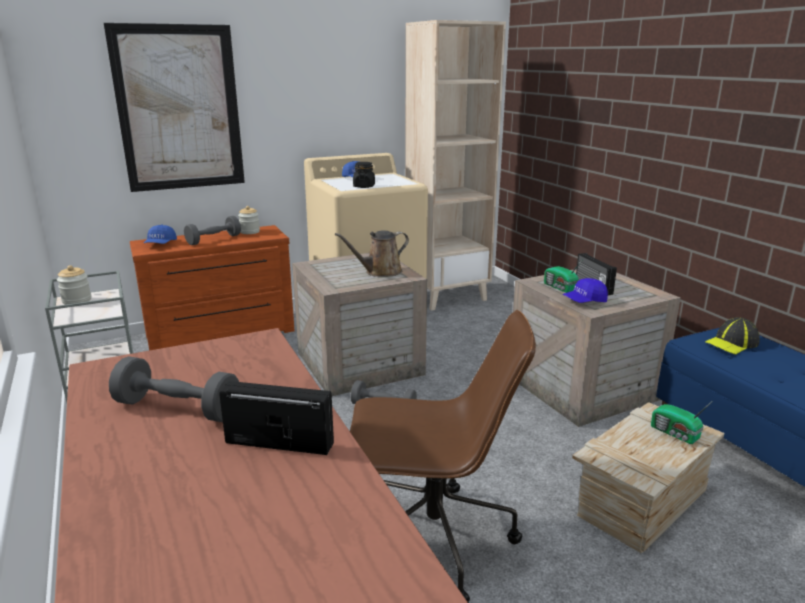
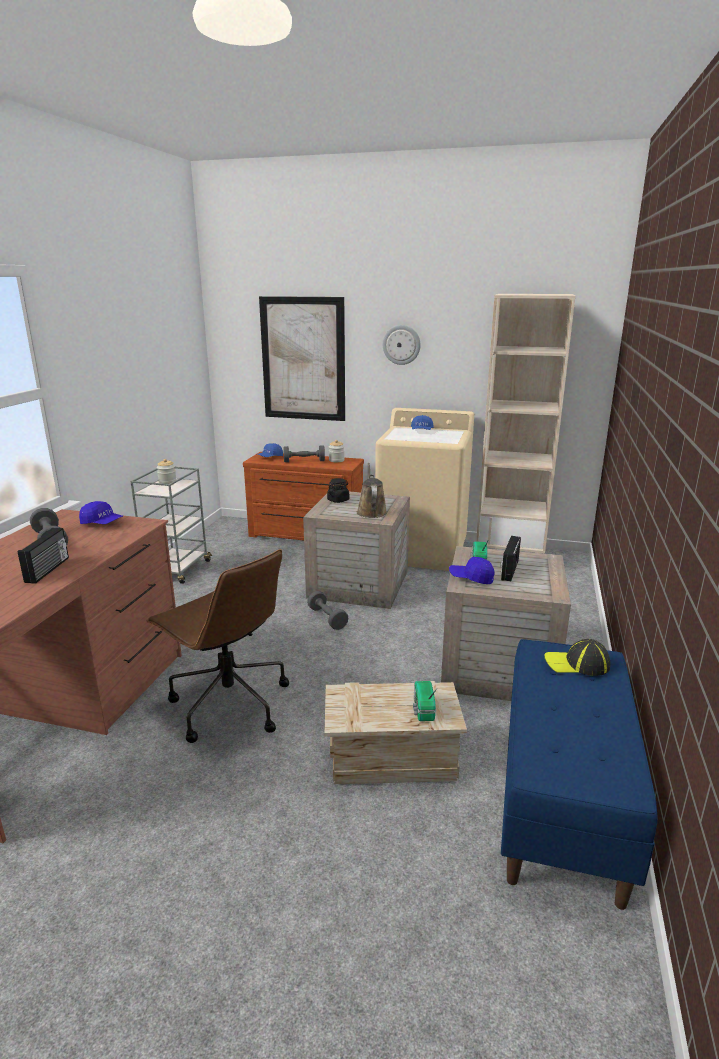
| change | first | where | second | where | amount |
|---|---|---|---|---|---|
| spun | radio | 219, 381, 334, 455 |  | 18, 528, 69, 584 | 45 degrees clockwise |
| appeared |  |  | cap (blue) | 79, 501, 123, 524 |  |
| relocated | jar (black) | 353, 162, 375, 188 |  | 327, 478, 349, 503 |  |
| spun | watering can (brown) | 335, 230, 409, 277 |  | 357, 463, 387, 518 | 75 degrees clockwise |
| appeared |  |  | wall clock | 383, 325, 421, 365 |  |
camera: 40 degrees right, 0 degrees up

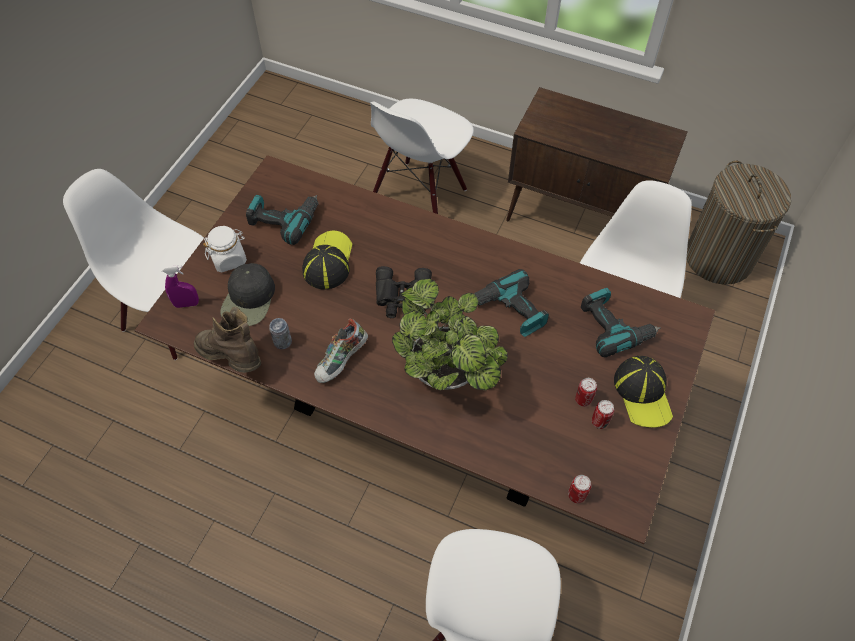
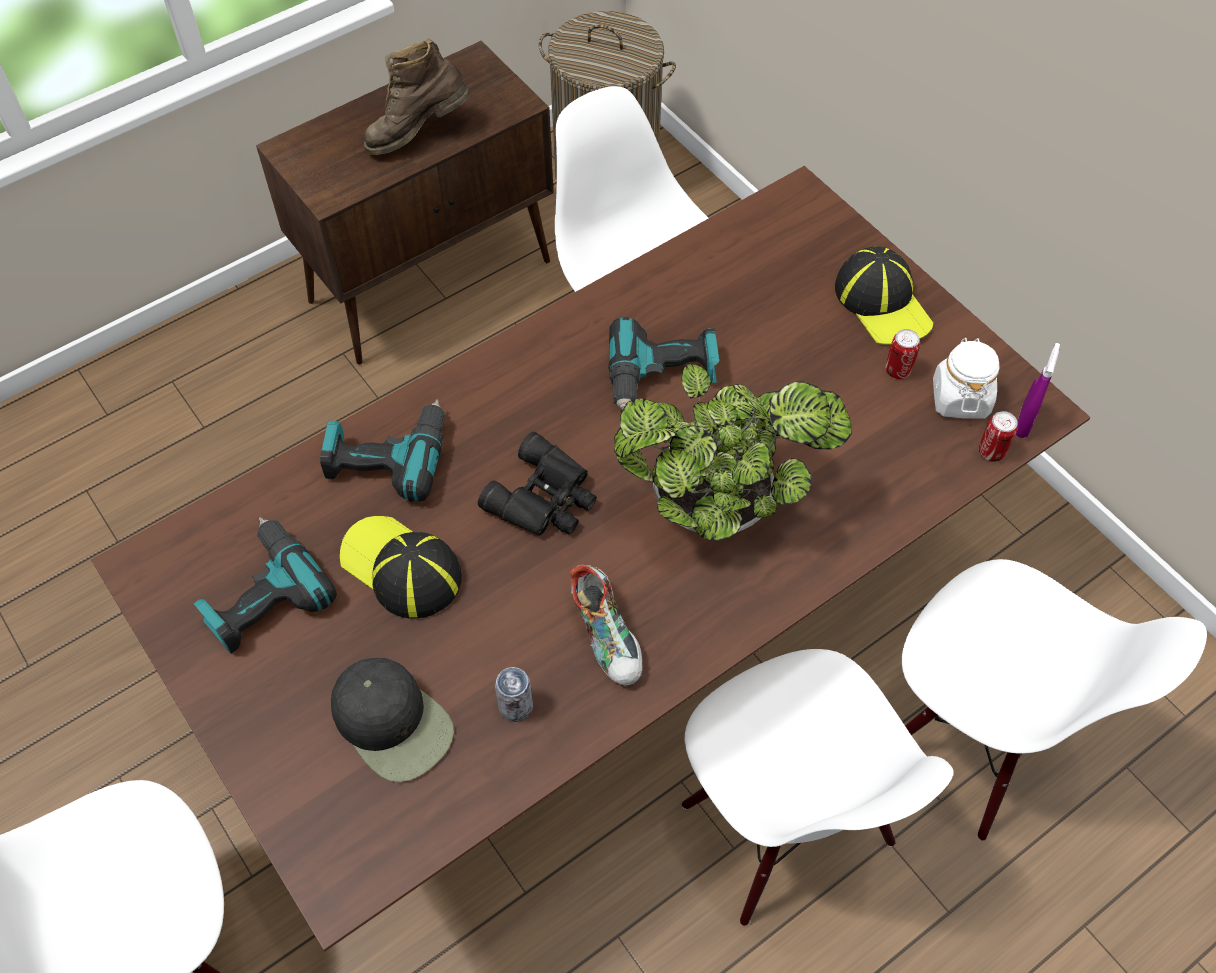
| change | first | where | second | where | amount |
|---|---|---|---|---|---|
| relocated | power drill | 581, 288, 661, 357 |  | 320, 399, 445, 502 |  |
| relocated | boot (brown) | 194, 307, 261, 373 |  | 364, 39, 470, 155 |  |
| relocated | chair (white) | 370, 99, 474, 214 |  | 682, 649, 954, 926 |  |
| spun | cap | 614, 356, 673, 428 |  | 835, 246, 933, 345 | 45 degrees clockwise |
| relocated | jar (white) | 203, 226, 247, 272 |  | 933, 338, 1000, 419 |  |
| relocated | spray bottle (purple) | 162, 265, 199, 308 |  | 1016, 343, 1060, 438 |  |
| missing | can | 575, 378, 597, 407 |  |  |  |
camera: 60 degrees left, 0 degrees up

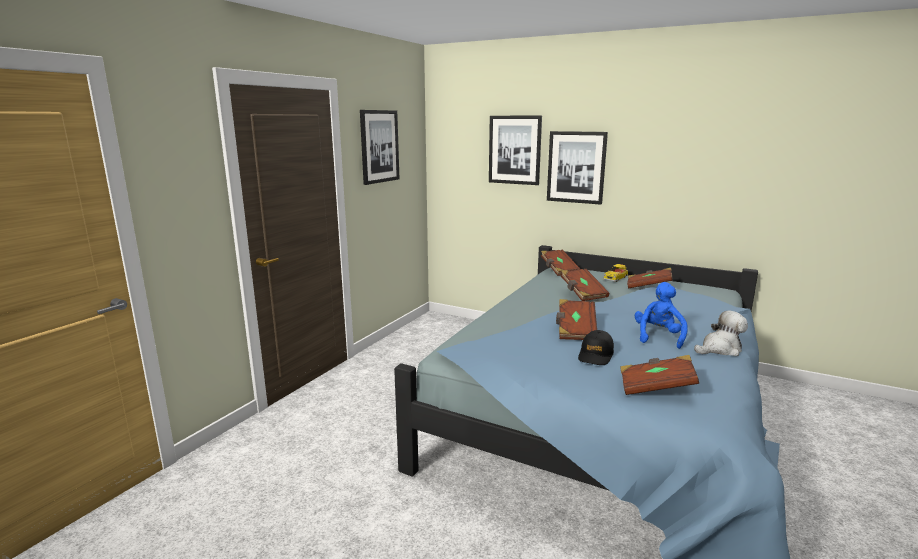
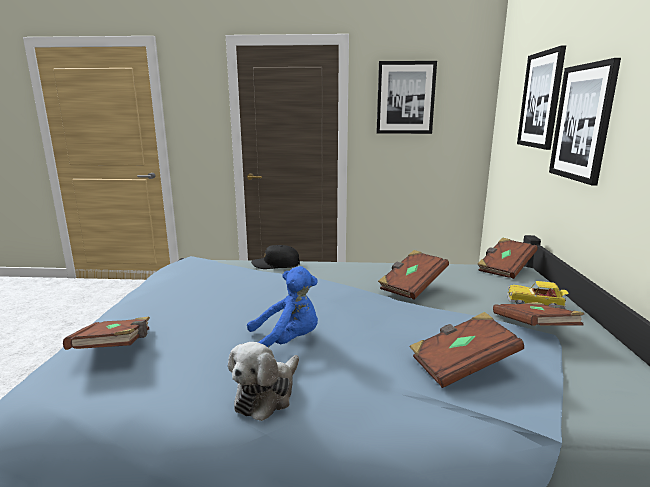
| change | first | where | second | where | amount |
|---|---|---|---|---|---|
| spun | plush toy | 694, 311, 748, 356 |  | 228, 342, 299, 421 | 75 degrees clockwise |
| relocated | cap (black) | 578, 330, 614, 365 |  | 251, 245, 300, 269 |  |
| relocated | book (brown) | 556, 299, 597, 340 |  | 409, 312, 524, 388 |  |
camera: 65 degrees right, 0 degrees up

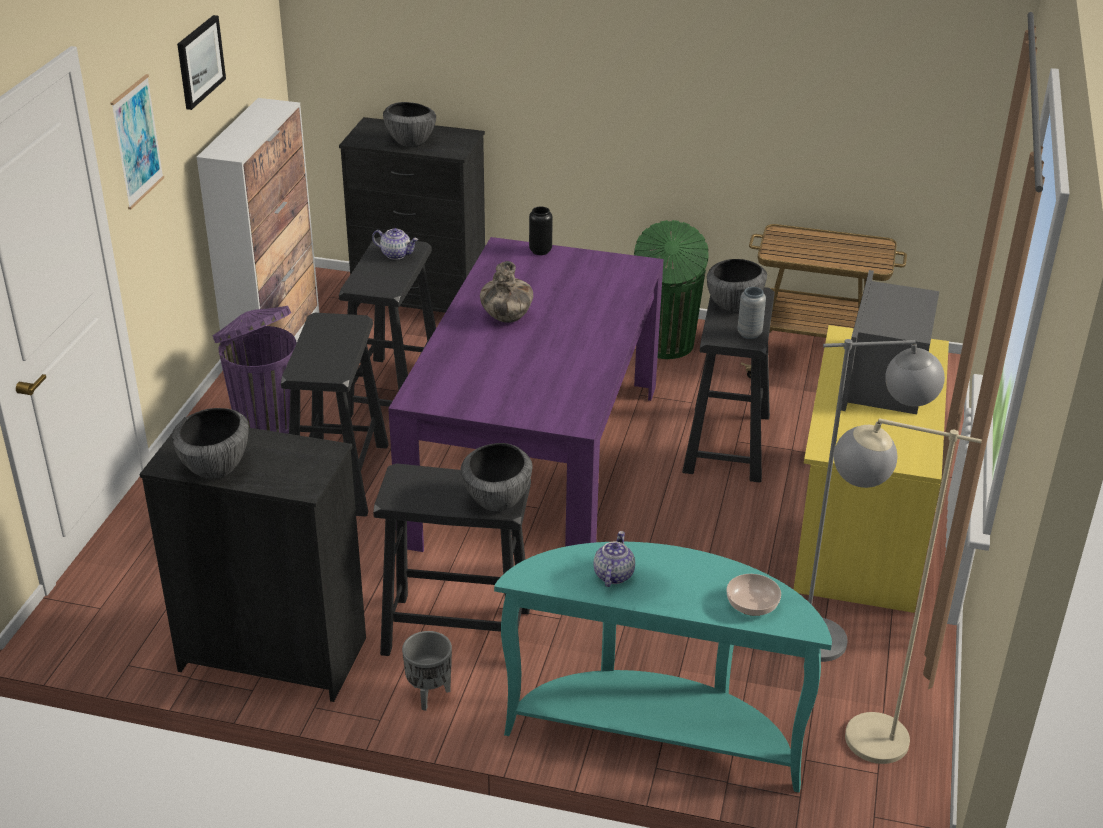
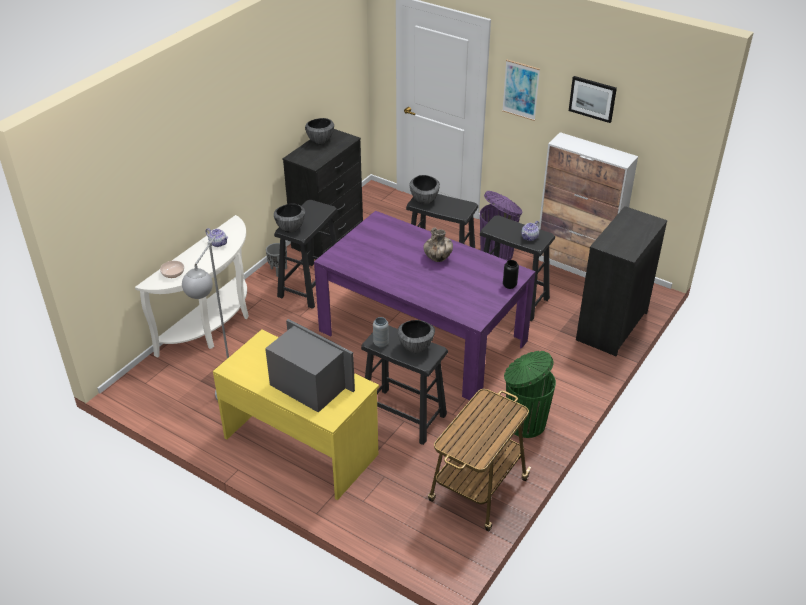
| change | first | where | second | where | amount |
|---|---|---|---|---|---|
| colour | console table (turquoise) | 494, 542, 832, 793 | console table (white) | 135, 215, 249, 357 |  |
| relocated | bowl | 383, 102, 436, 147 |  | 409, 175, 440, 204 |  |
| missing | floor lamp (beige) | 834, 418, 982, 764 |  |  |  |
camera: 110 degrees right, 5 degrees up

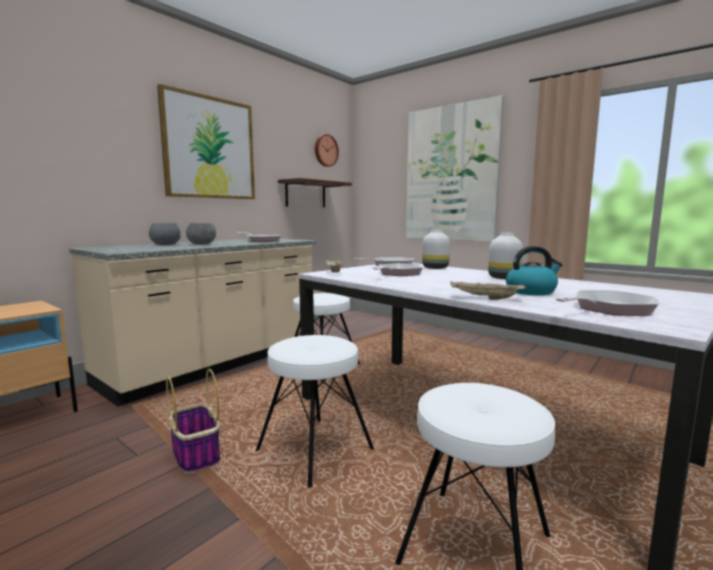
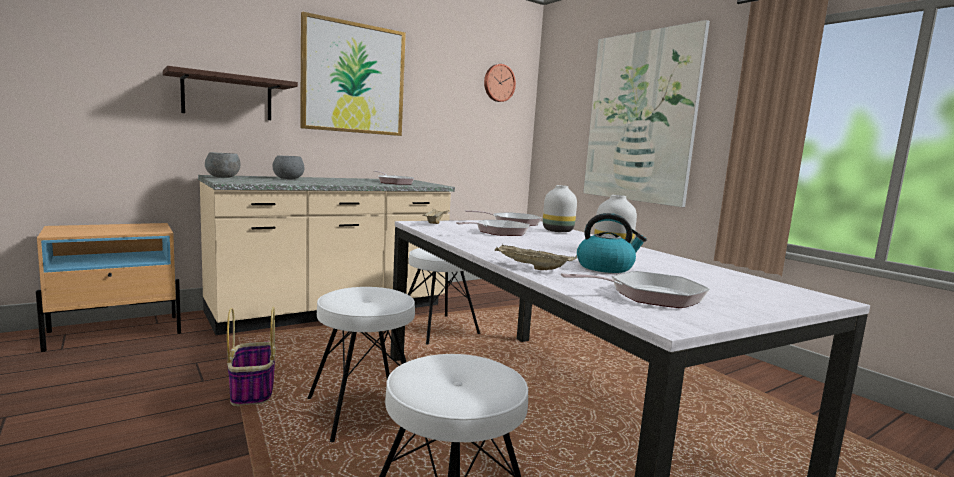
| change | first | where | second | where | amount |
|---|---|---|---|---|---|
| relocated | shelf | 278, 178, 352, 207 |  | 163, 66, 298, 120 |  |
| relocated | bowl (grey) | 186, 223, 216, 245 |  | 205, 152, 240, 178 |  |
camera: 15 degrees right, 0 degrees up

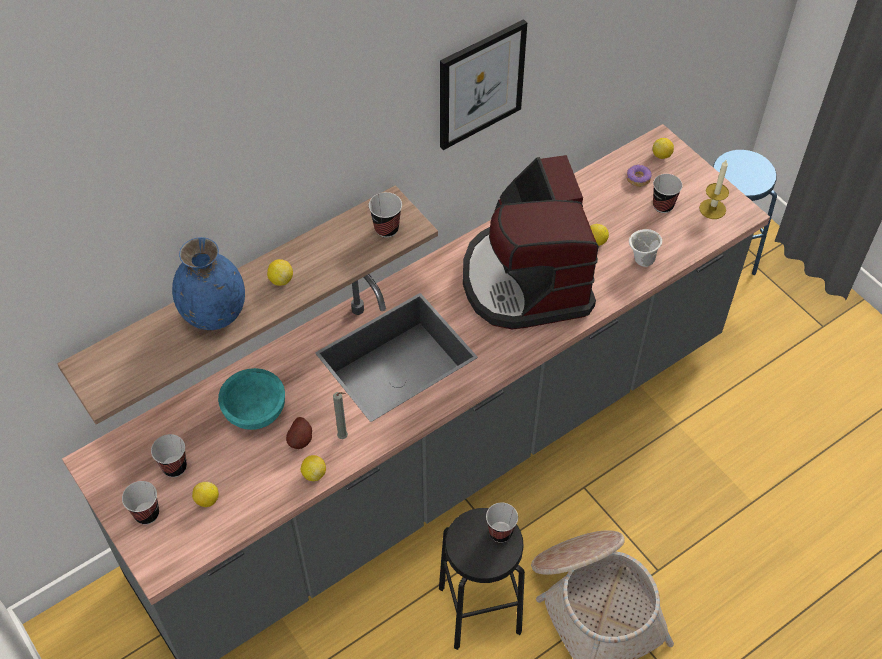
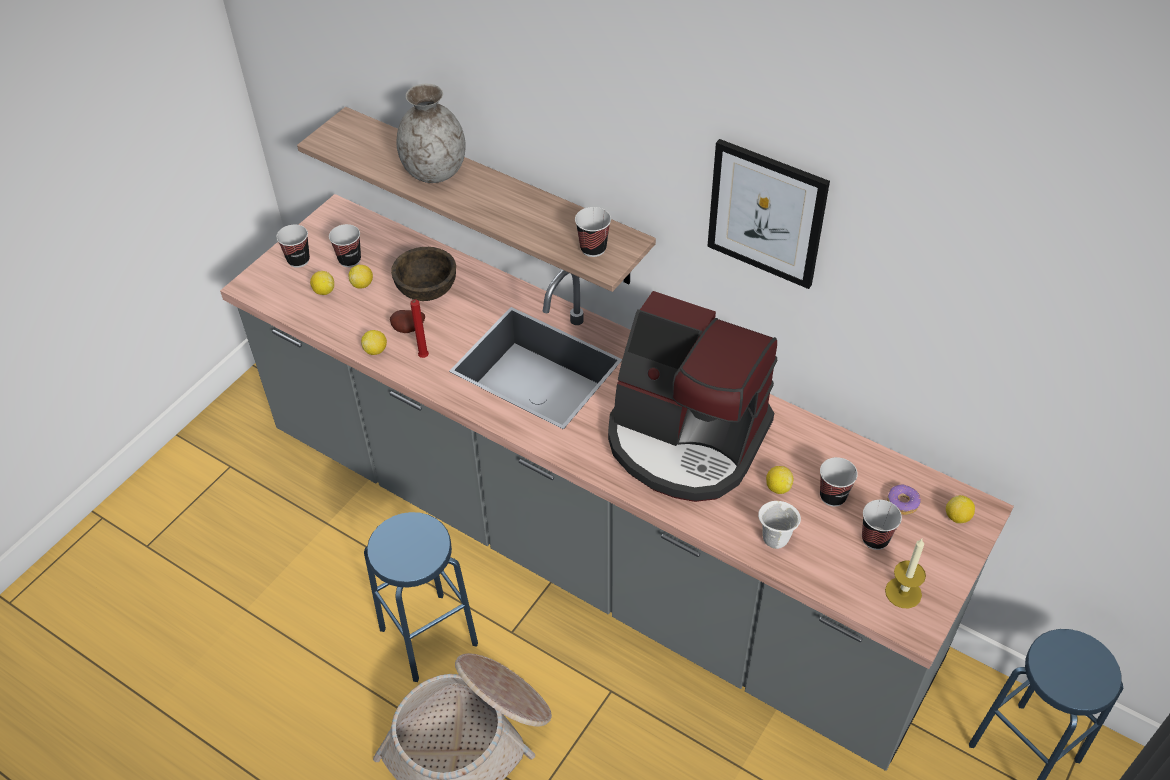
| change | first | where | second | where | amount |
|---|---|---|---|---|---|
| relocated | lemon | 267, 259, 293, 286 |  | 348, 265, 373, 289 |  |
| colour | stool (black) | 439, 508, 525, 650 | stool (blue) | 364, 512, 478, 682 |  |
| colour | bowl (turquoise) | 218, 368, 285, 430 | bowl (brown) | 391, 247, 456, 301 |  |
| colour | vase (blue) | 172, 237, 245, 330 | vase (grey) | 396, 84, 466, 183 |  |
| colour | candle (grey) | 333, 392, 348, 439 | candle (red) | 410, 299, 429, 358 |  |
| spun | coffee machine | 463, 155, 598, 330 |  | 608, 291, 777, 502 | 120 degrees counterclockwise |
| relocated | cup | 486, 503, 518, 543 |  | 820, 457, 858, 507 |  |
camera: 70 degrees right, 5 degrees down

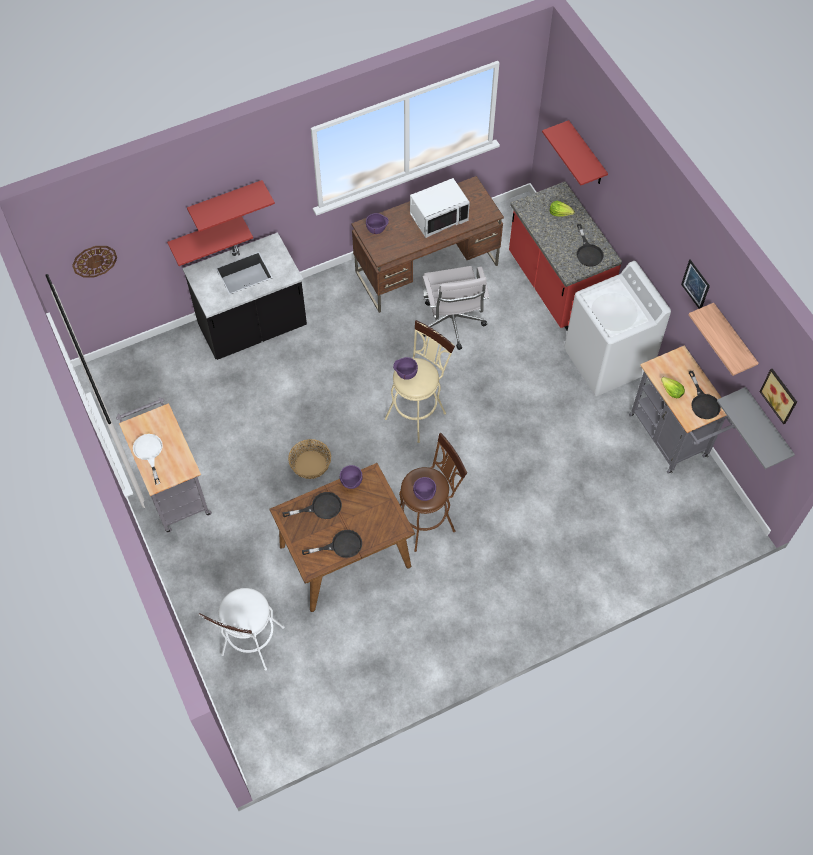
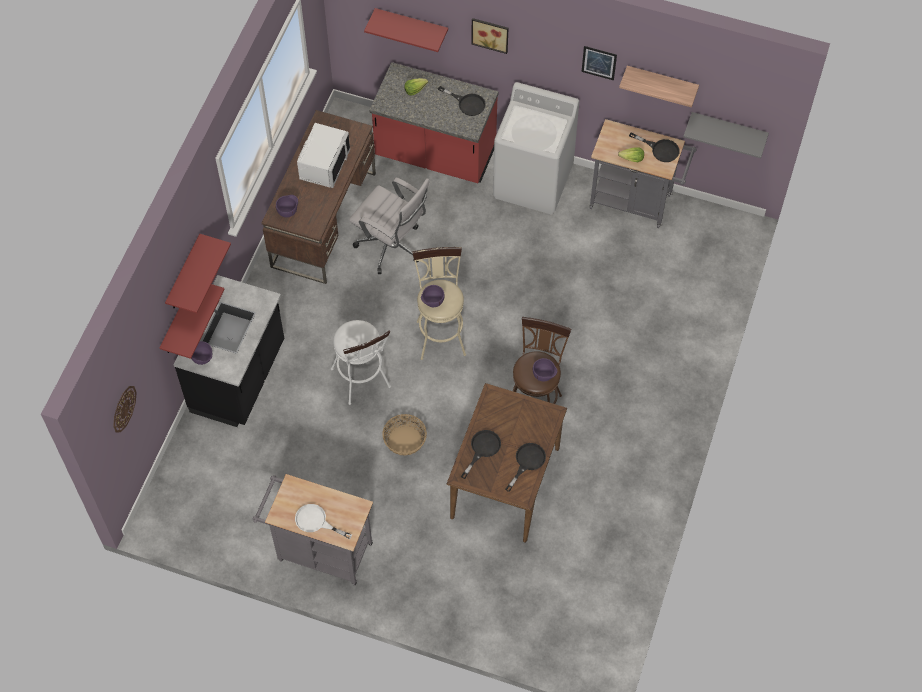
| change | first | where | second | where | amount |
|---|---|---|---|---|---|
| relocated | bowl (purple) | 340, 465, 363, 489 |  | 191, 341, 212, 365 |  |
| relocated | stool (white) | 198, 588, 285, 671 |  | 331, 320, 391, 405 |  |
| relocated | picture | 760, 369, 797, 424 |  | 471, 18, 508, 54 |  |
camera: 45 degrees left, 0 degrees up

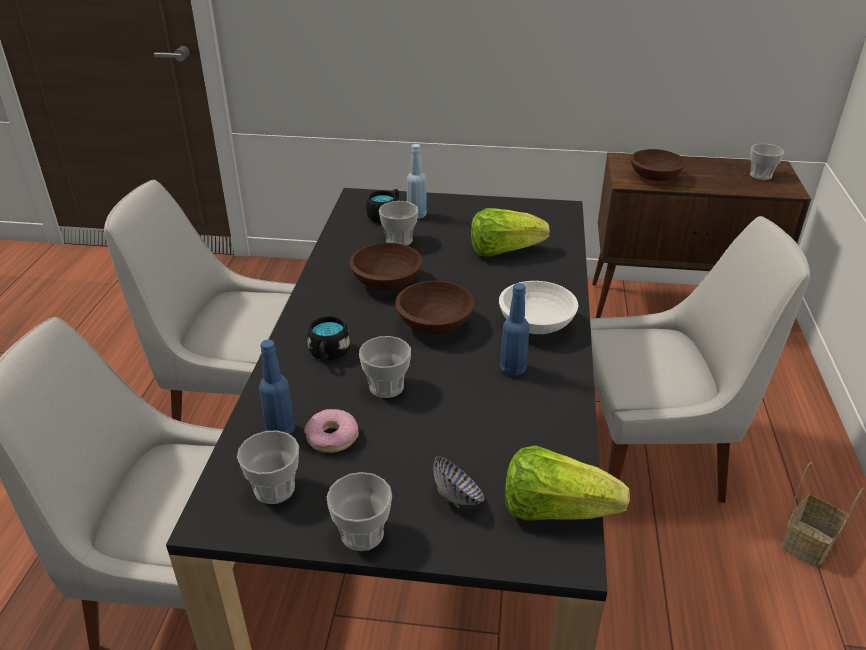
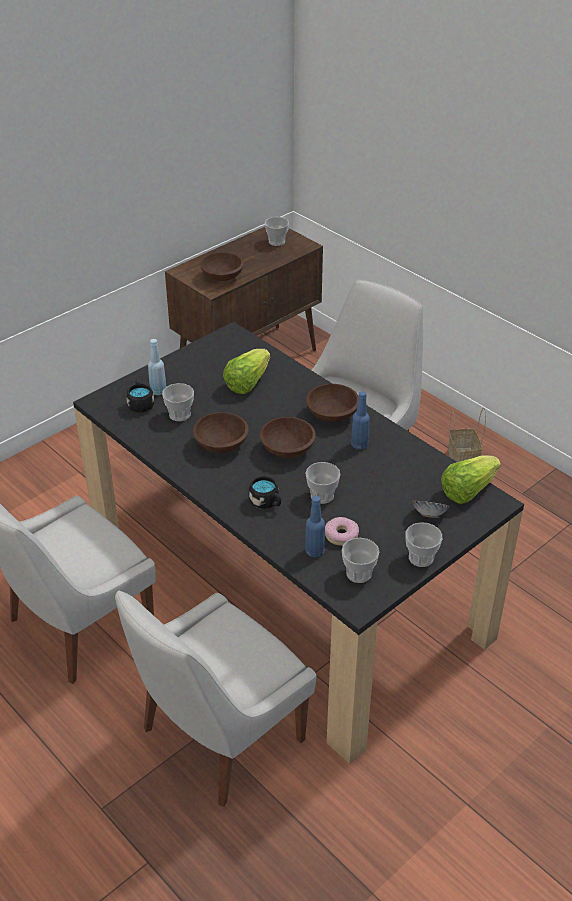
| change | first | where | second | where | amount |
|---|---|---|---|---|---|
| colour | bowl (white) | 499, 281, 578, 334 | bowl (brown) | 306, 384, 359, 422 |  |
camera: 50 degrees left, 5 degrees up

